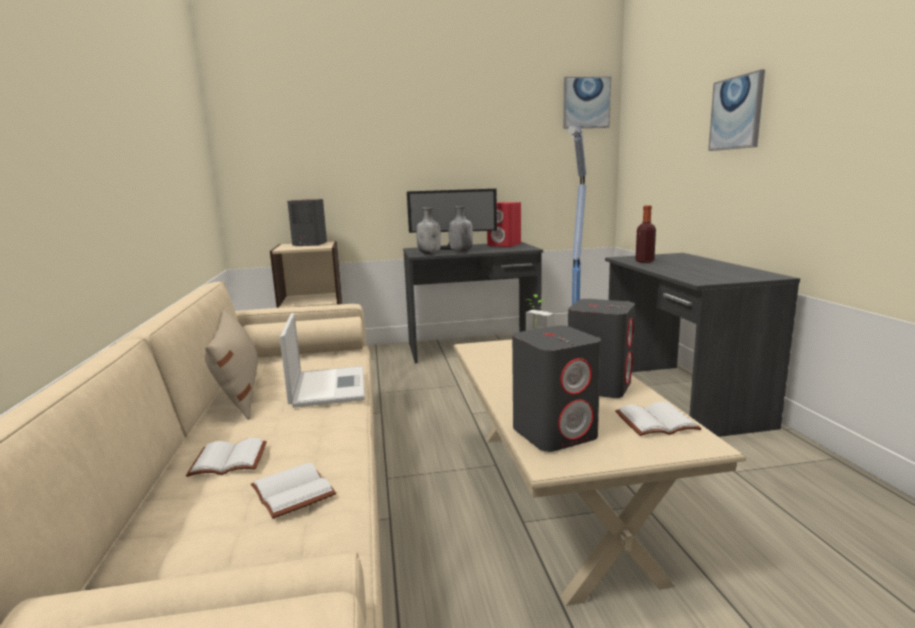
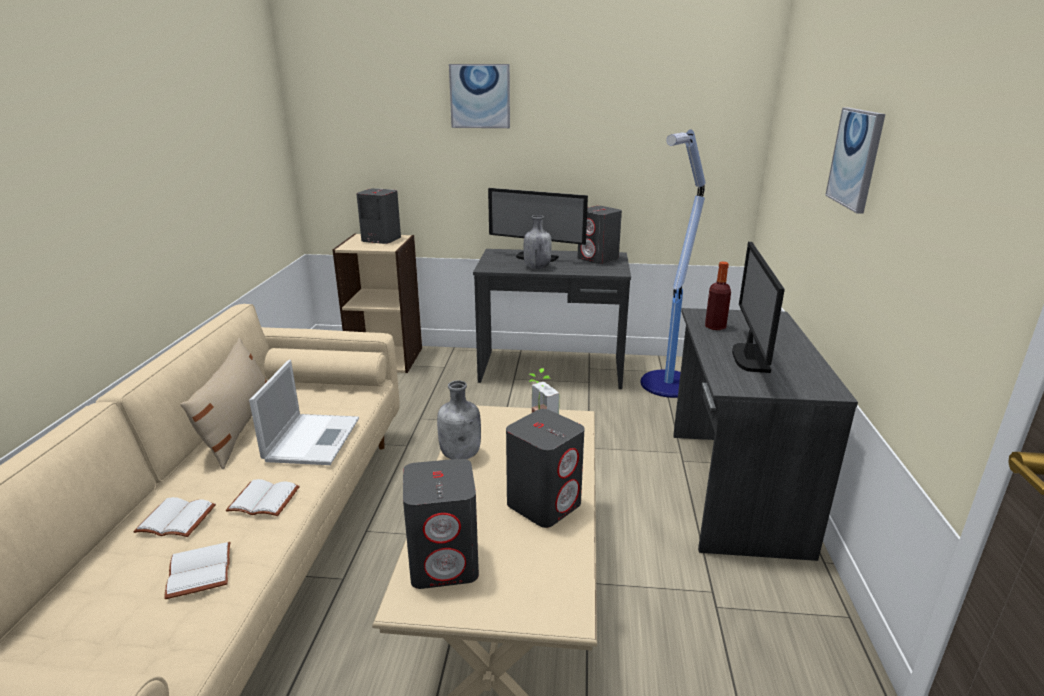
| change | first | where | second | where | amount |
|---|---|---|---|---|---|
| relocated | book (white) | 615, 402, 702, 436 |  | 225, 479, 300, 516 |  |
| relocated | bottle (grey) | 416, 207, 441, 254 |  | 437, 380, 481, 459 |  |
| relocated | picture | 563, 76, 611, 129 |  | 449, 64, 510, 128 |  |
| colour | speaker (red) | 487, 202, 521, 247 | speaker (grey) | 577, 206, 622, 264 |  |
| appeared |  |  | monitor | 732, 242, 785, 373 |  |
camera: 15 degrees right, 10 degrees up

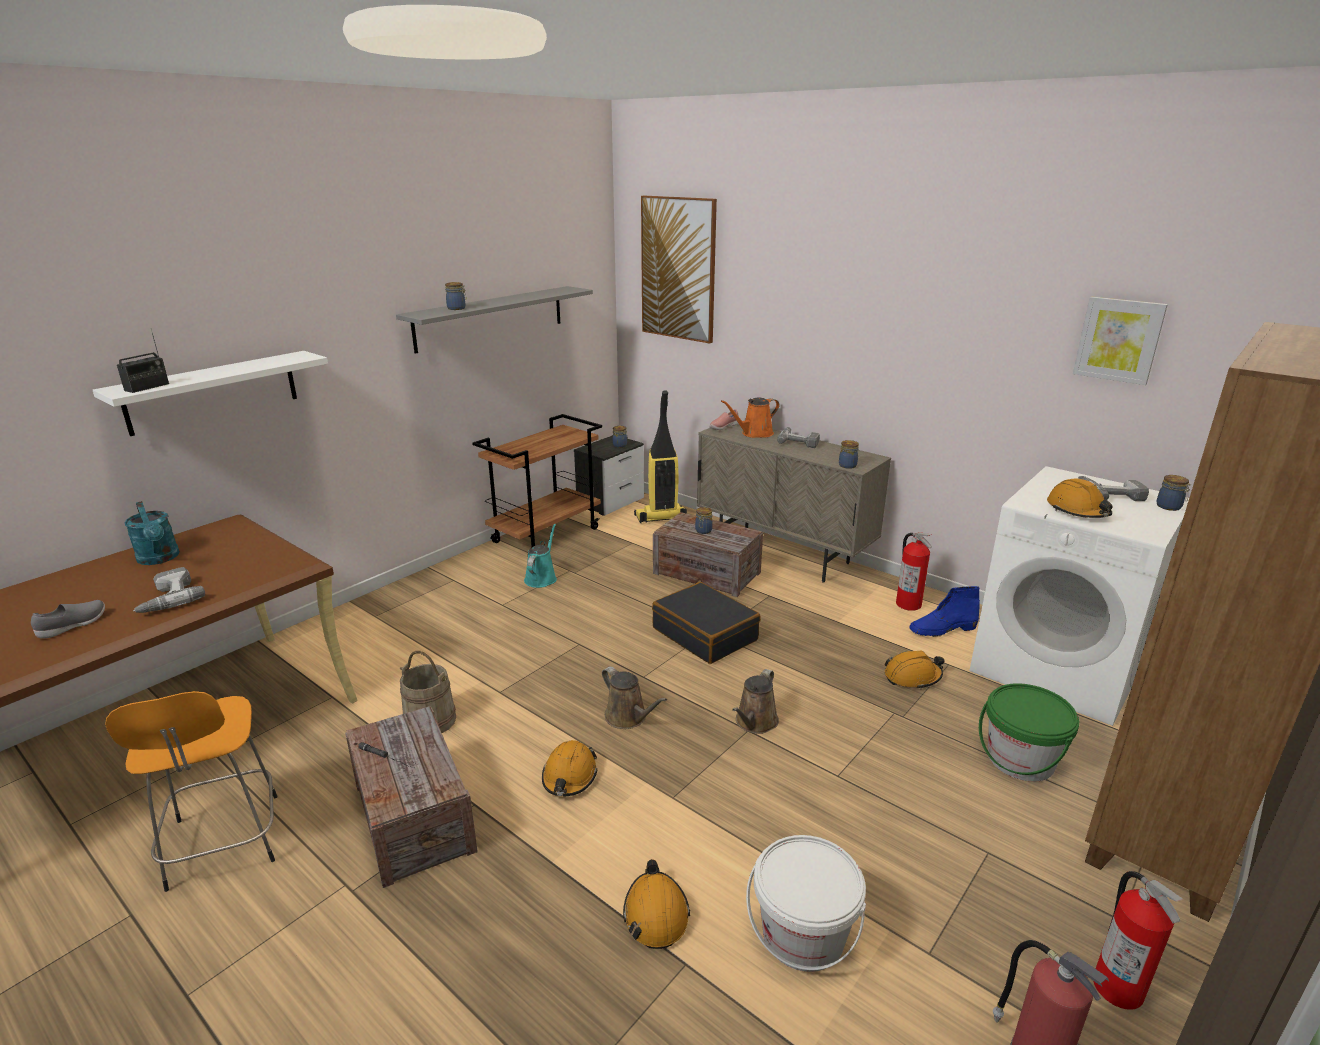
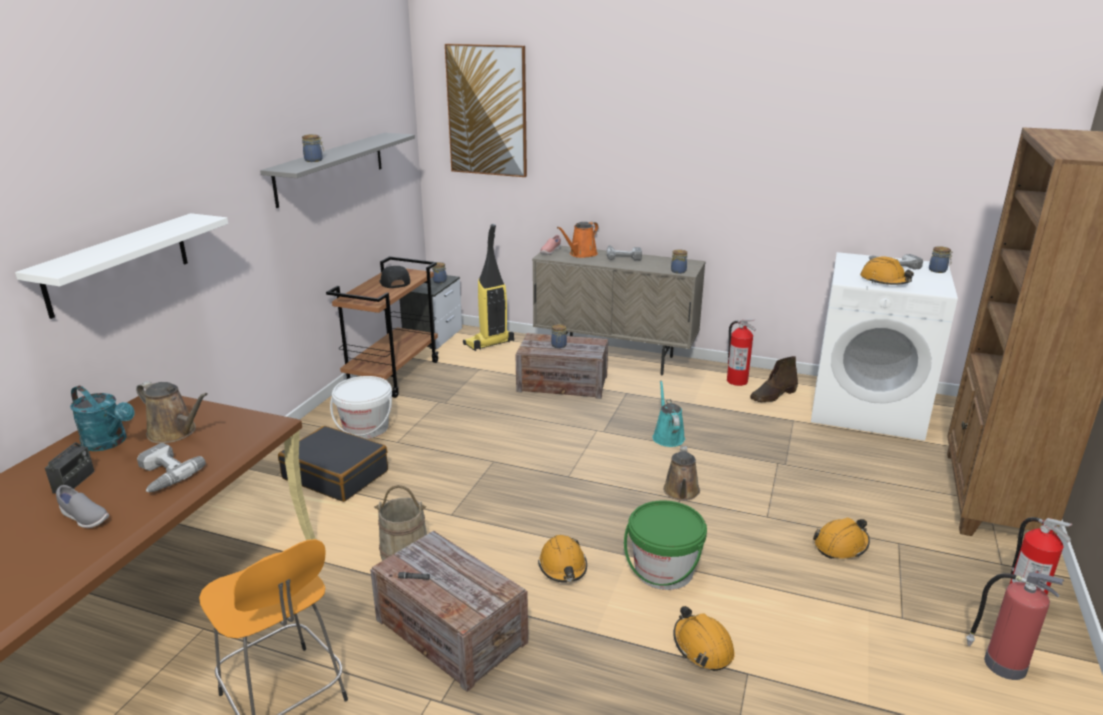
| change | first | where | second | where | amount |
|---|---|---|---|---|---|
| relocated | radio | 117, 329, 169, 393 |  | 45, 419, 95, 494 |  |
| spun | shoe (grey) | 31, 600, 105, 639 |  | 56, 485, 109, 528 | 105 degrees clockwise |
| relocated | watering can (brown) | 602, 667, 667, 729 |  | 136, 381, 208, 443 |  |
| relocated | suitcase (black) | 652, 582, 761, 664 |  | 278, 426, 388, 502 |  |
| relocated | bucket (white) | 746, 835, 866, 972 |  | 330, 376, 392, 439 |  |
| appeared |  |  | cap (black) | 379, 266, 410, 288 |  |
| relocated | bucket (green) | 979, 683, 1079, 782 |  | 624, 500, 707, 590 |  |
| relocated | watering can (turquoise) | 524, 524, 557, 588 |  | 652, 380, 685, 447 |  |
| colour | boot (blue) | 910, 586, 980, 637 | boot (brown) | 750, 356, 798, 402 |  |
| relocated | hard hat (orange) | 885, 651, 944, 690 |  | 813, 517, 870, 559 |  |
| missing | picture | 1073, 297, 1168, 385 |  |  |  |
camera: 20 degrees left, 0 degrees up

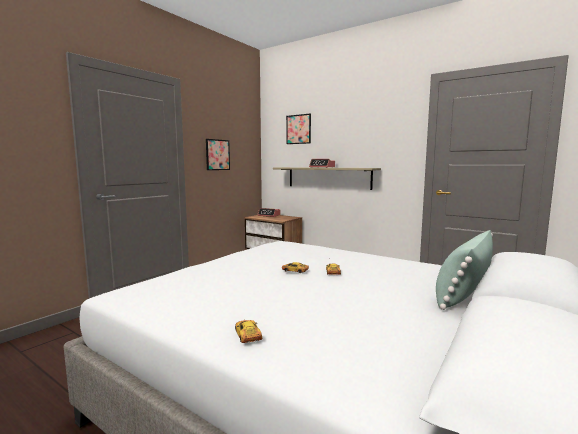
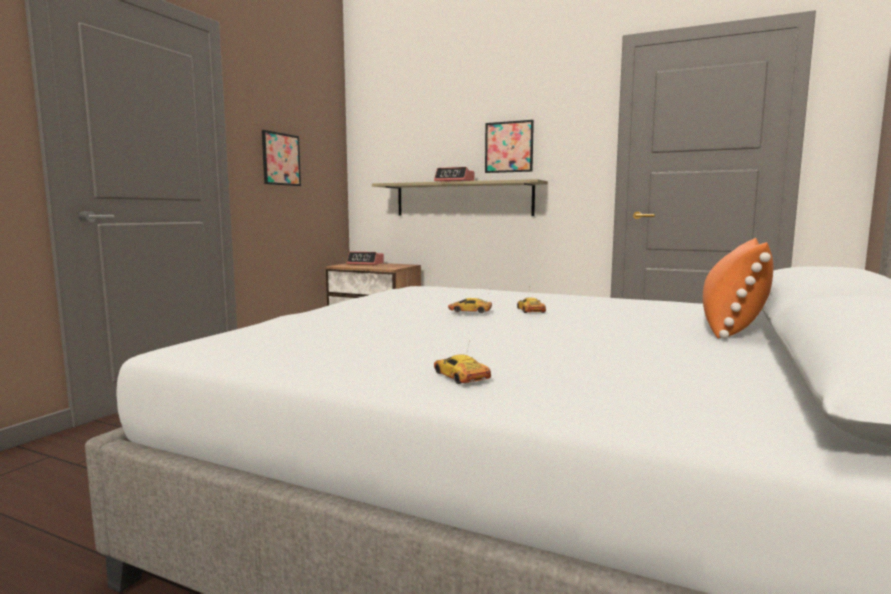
| change | first | where | second | where | amount |
|---|---|---|---|---|---|
| relocated | picture | 286, 114, 311, 144 |  | 485, 120, 534, 173 |  |
| colour | pillow (green) | 436, 230, 493, 310 | pillow (orange) | 703, 238, 773, 339 |  |
camera: 10 degrees left, 0 degrees up

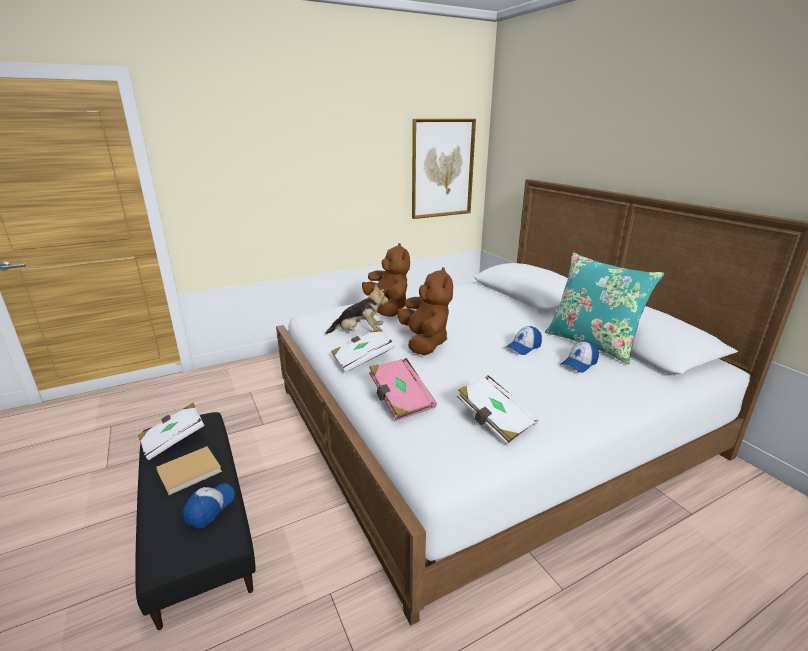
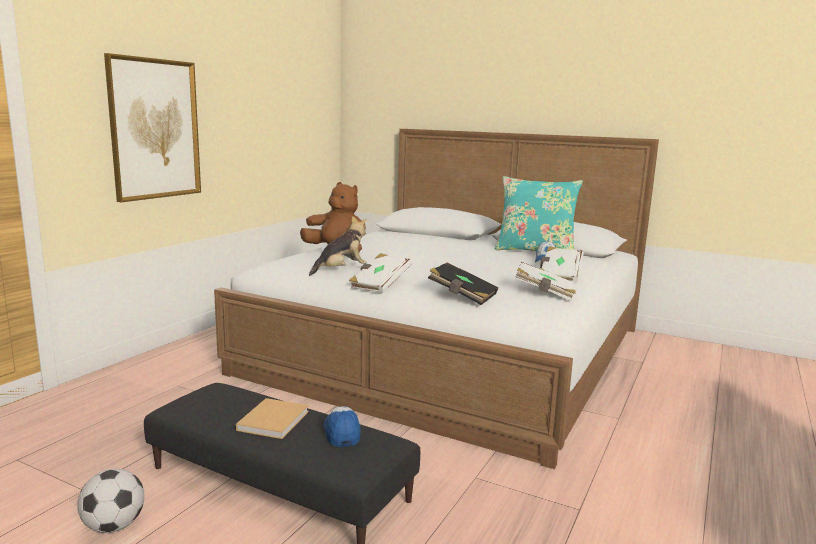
| change | first | where | second | where | amount |
|---|---|---|---|---|---|
| appeared |  |  | football | 77, 469, 144, 533 |  |
| relocated | picture | 412, 119, 476, 219 |  | 104, 53, 201, 202 |  |
| colour | book (pink) | 369, 358, 437, 421 | book (black) | 428, 263, 498, 305 |  |
| relocated | book (white) | 138, 403, 205, 460 |  | 540, 246, 584, 283 |  |
| missing | plush toy (brown) | 398, 267, 453, 355 |  |  |  |
| missing | cap | 506, 326, 542, 355 |  |  |  |
camera: 35 degrees left, 10 degrees down

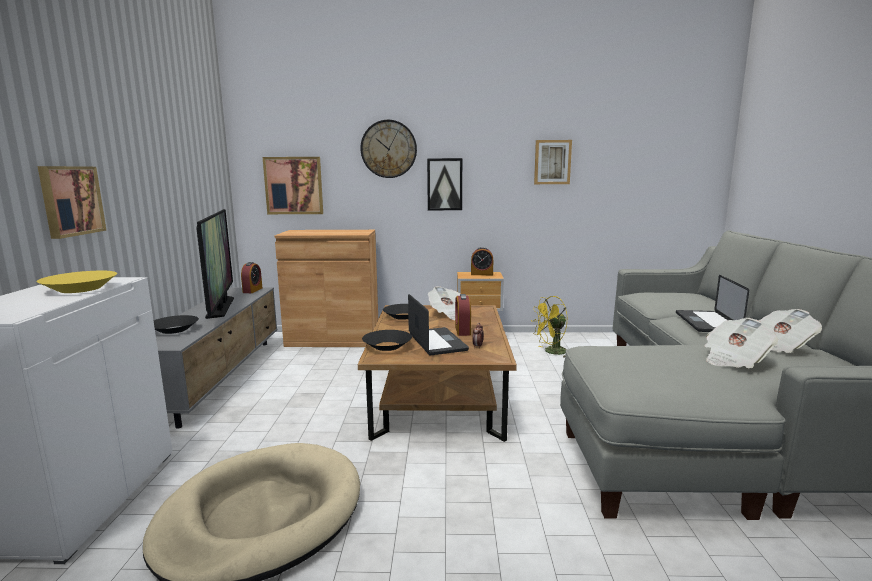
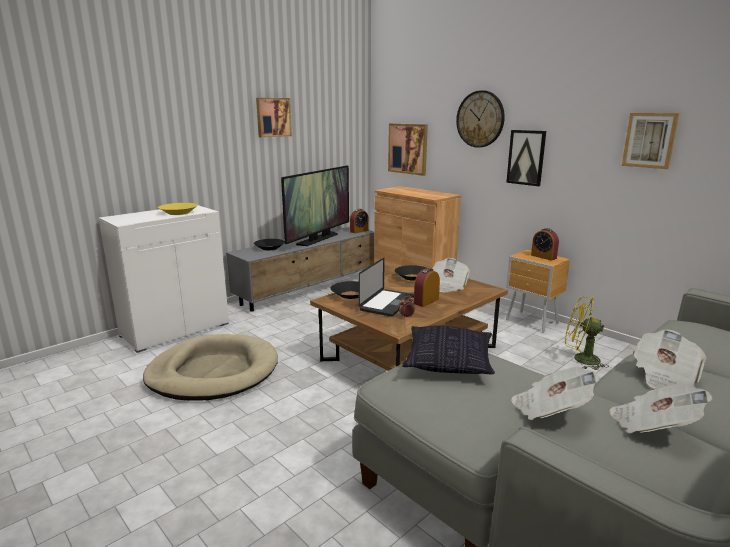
| change | first | where | second | where | amount |
|---|---|---|---|---|---|
| relocated | picture | 38, 166, 106, 239 |  | 256, 98, 292, 138 |  |
| appeared |  |  | pillow | 402, 325, 495, 374 |  |
| exchanged | laptop | 676, 275, 749, 332 | newspaper | 633, 329, 707, 389 |  |
camera: 45 degrees right, 5 degrees up

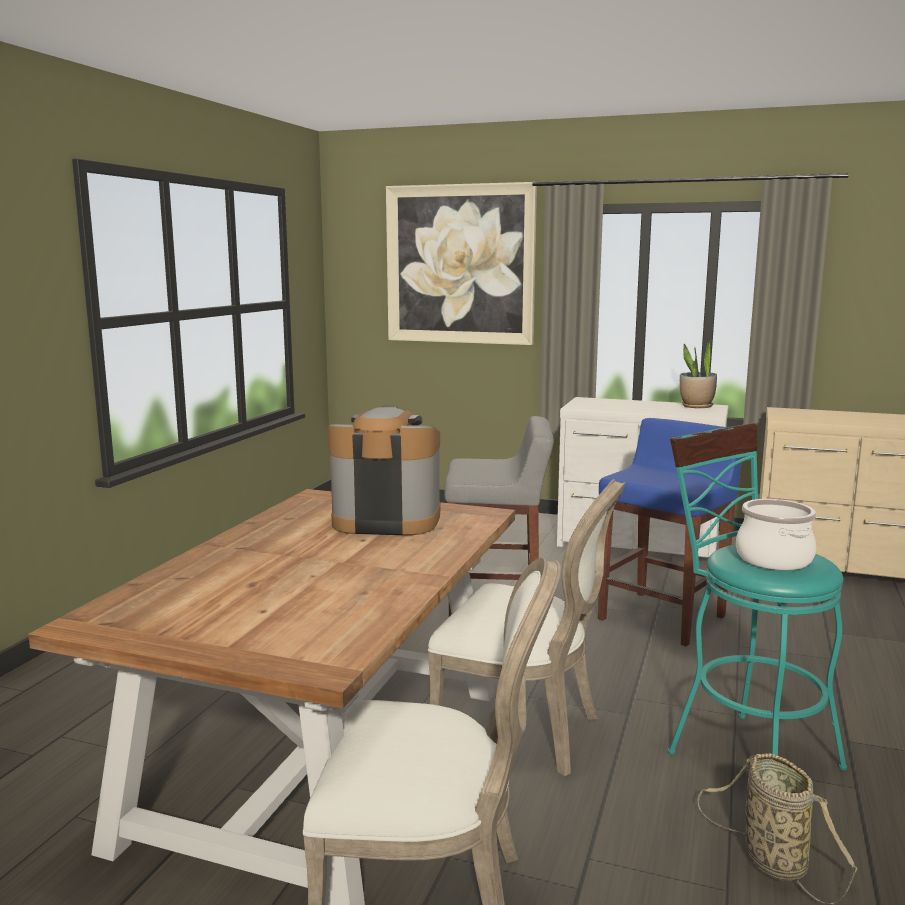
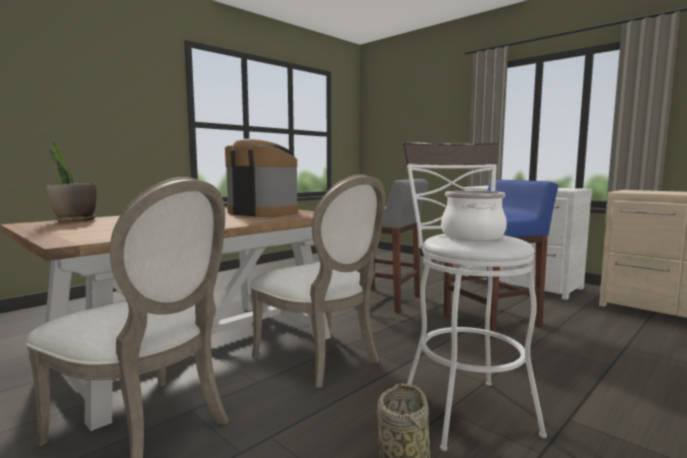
| change | first | where | second | where | amount |
|---|---|---|---|---|---|
| relocated | potted plant | 680, 340, 717, 408 |  | 46, 142, 97, 222 |  |
| colour | stool (turquoise) | 668, 423, 847, 770 | stool (white) | 403, 142, 547, 451 |  |
| missing | picture | 386, 182, 537, 345 |  |  |  |
camera: 25 degrees right, 5 degrees down

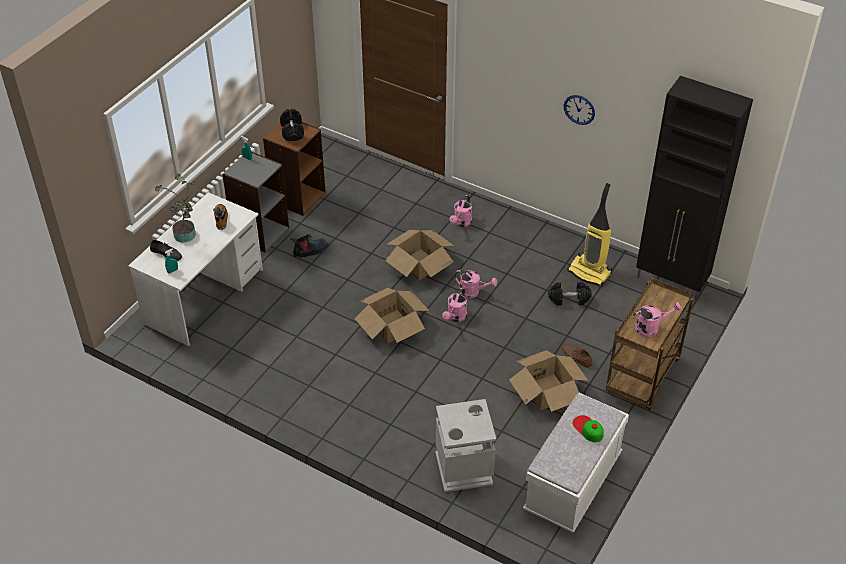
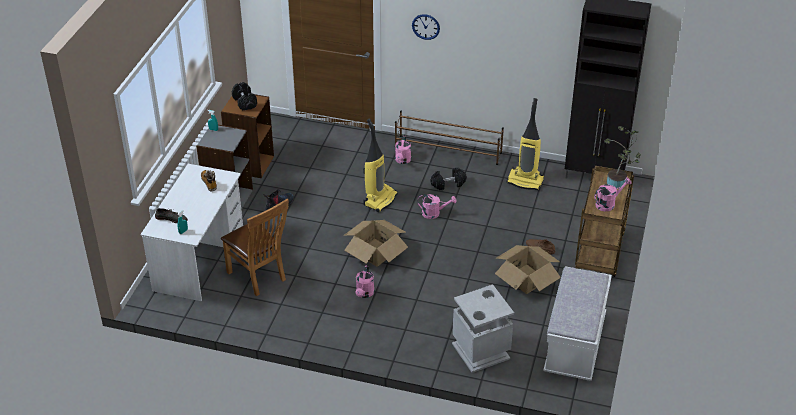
| change | first | where | second | where | amount |
|---|---|---|---|---|---|
| appeared |  |  | chair (brown) | 221, 198, 289, 296 |  |
| relocated | watering can (pink) | 442, 288, 467, 322 |  | 356, 266, 375, 298 |  |
| exchanged | cardboard box | 385, 230, 454, 281 | vacuum cleaner | 363, 119, 398, 212 |  |
| appeared |  |  | shoe rack (brown) | 395, 111, 504, 165 |  |
| relocated | wall clock | 564, 95, 595, 125 |  | 412, 14, 440, 40 |  |
| relocated | dumbbell (black) | 548, 282, 591, 306 |  | 430, 168, 467, 191 |  |
| relocated | potted plant | 155, 174, 197, 242 |  | 604, 126, 641, 189 |  |
| missing | cap | 573, 415, 604, 442 |  |  |  |
camera: 15 degrees left, 5 degrees down

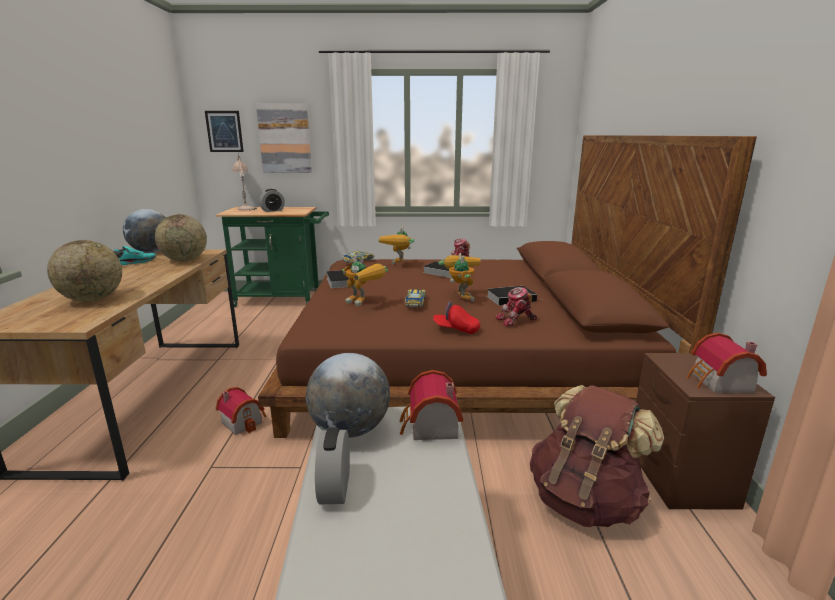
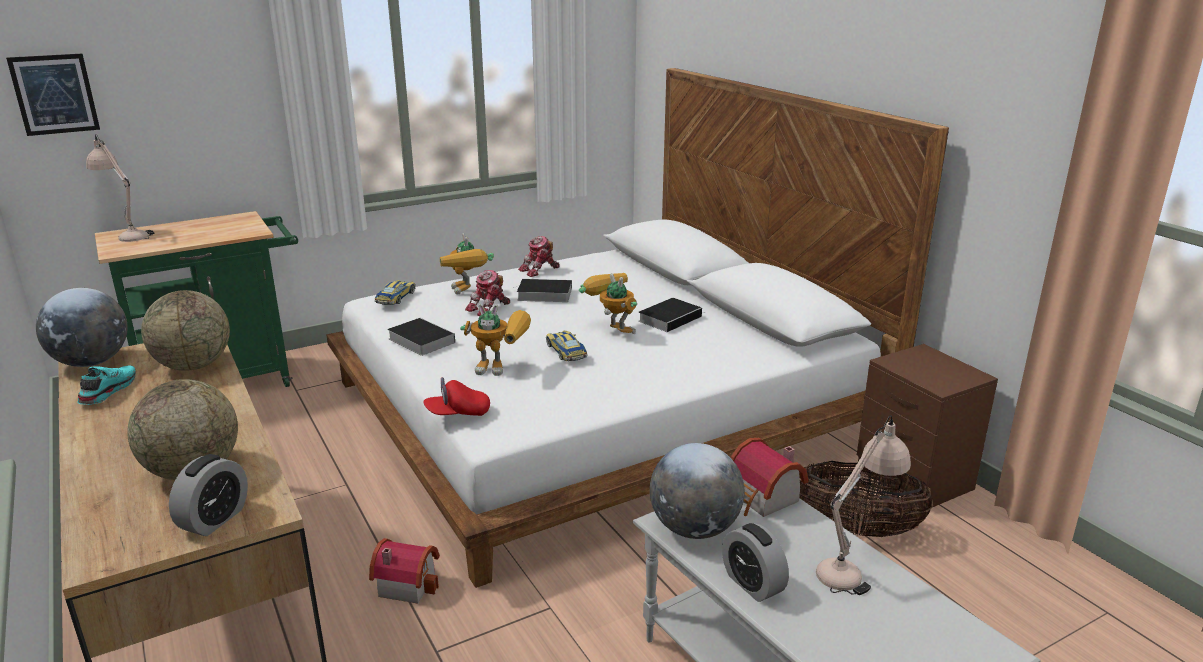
| change | first | where | second | where | amount |
|---|---|---|---|---|---|
| relocated | alarm clock | 259, 189, 285, 212 |  | 169, 454, 248, 536 |  |
| colour | bed (brown) | 258, 135, 757, 438 | bed (white) | 326, 68, 949, 588 |  |
| relocated | cap (red) | 433, 301, 480, 334 |  | 423, 377, 490, 416 |  |
| relocated | toy robot | 495, 287, 537, 326 |  | 465, 270, 510, 316 |  |
| exchanged | backpack (brown) | 530, 385, 664, 527 | basket | 799, 461, 933, 537 |  |
| appeared |  |  | table lamp (beige) | 816, 415, 911, 595 |  |
| missing | picture | 256, 103, 312, 173 |  |  |  |
| missing | toy house | 686, 333, 767, 393 |  |  |  |
camera: 30 degrees left, 5 degrees up

